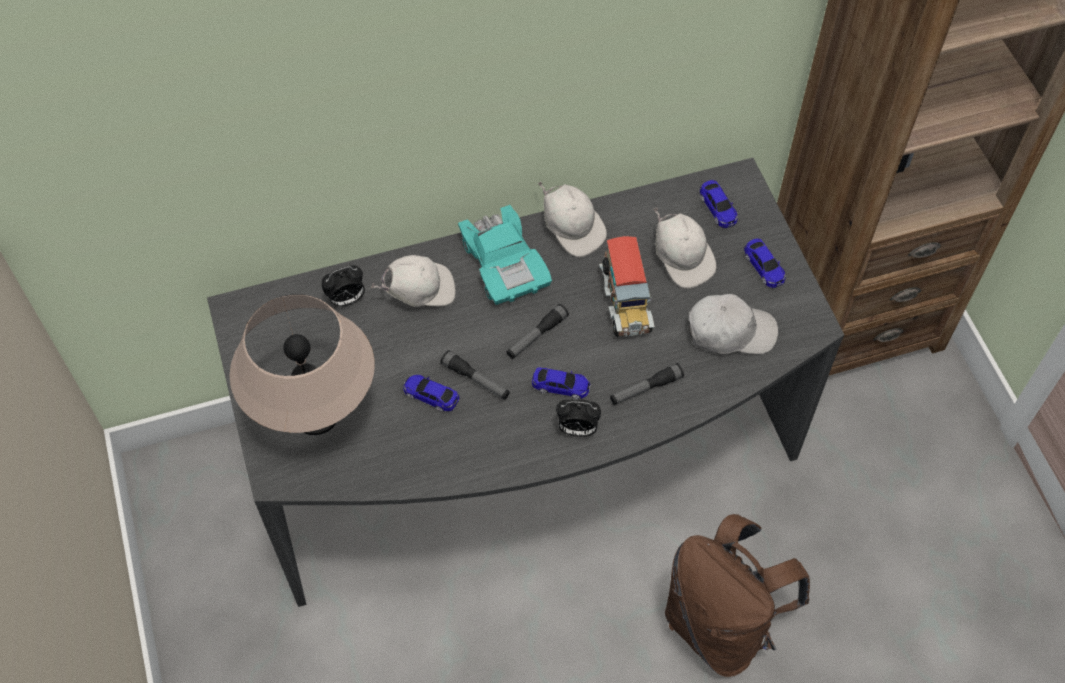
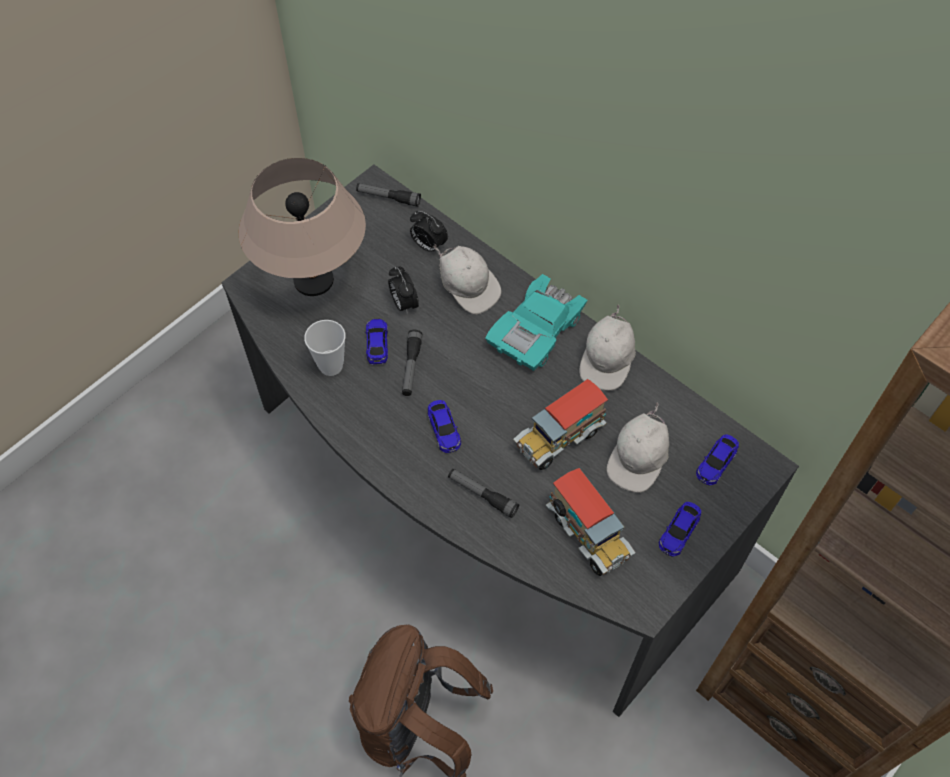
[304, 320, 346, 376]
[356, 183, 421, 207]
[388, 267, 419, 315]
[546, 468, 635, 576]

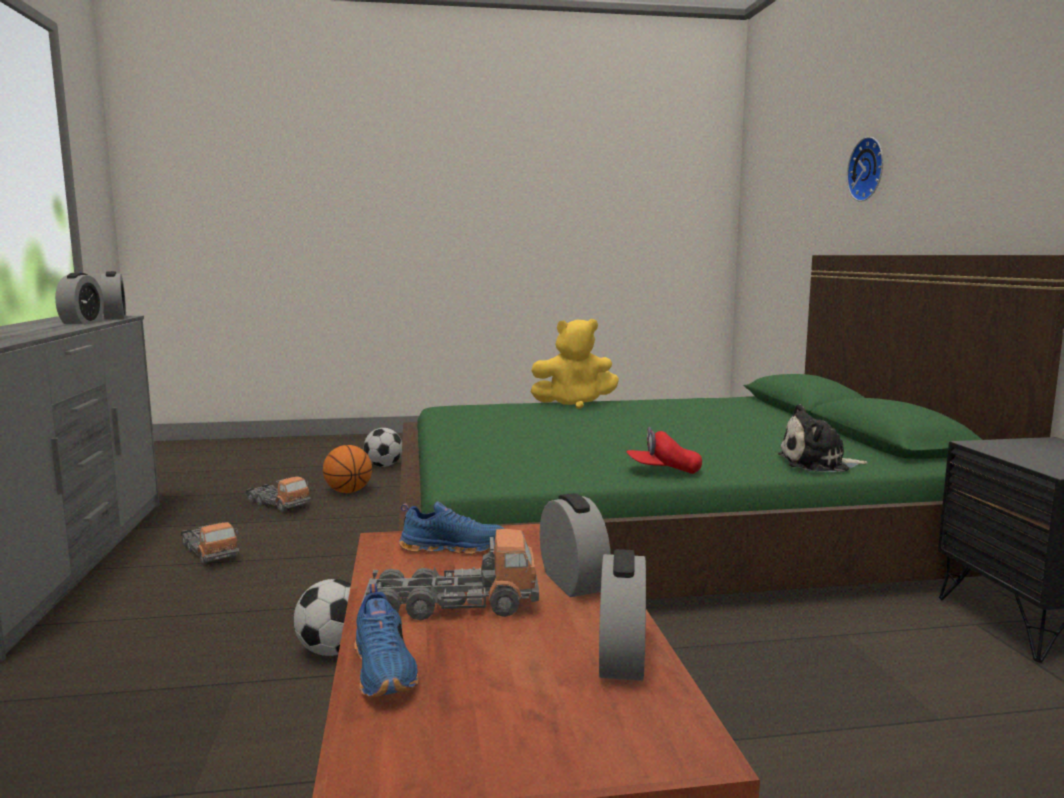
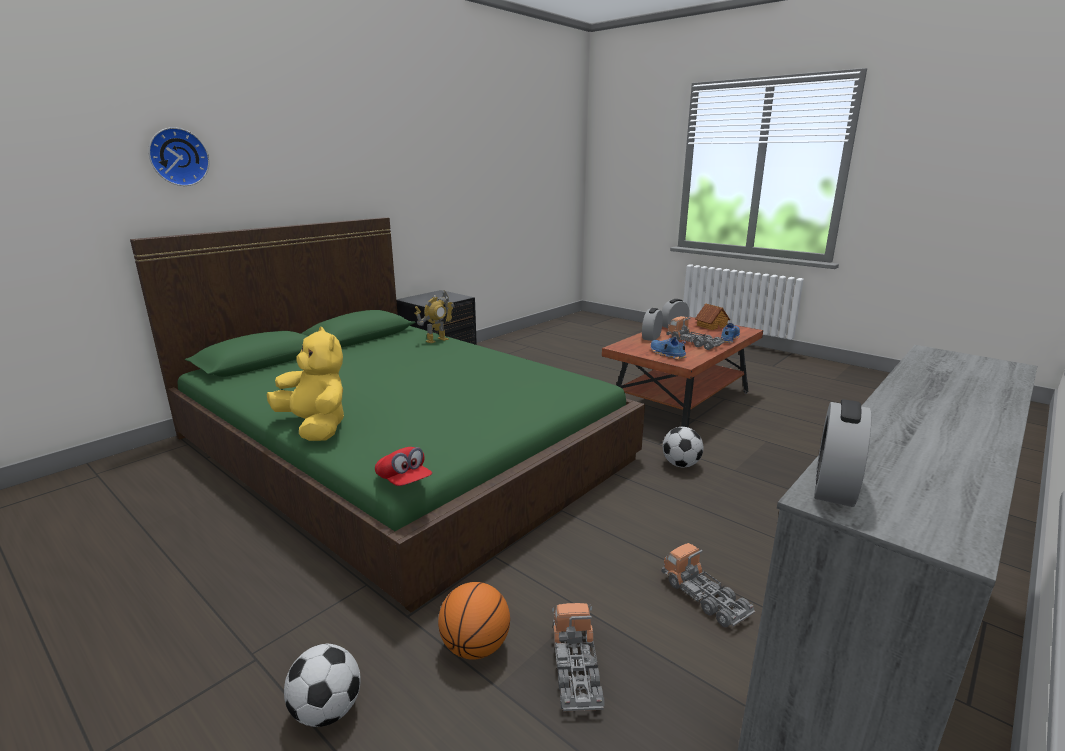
[55, 273, 104, 324] (first image)
[695, 303, 730, 330]
[375, 447, 432, 486]
[415, 291, 454, 343]
[661, 543, 755, 627]

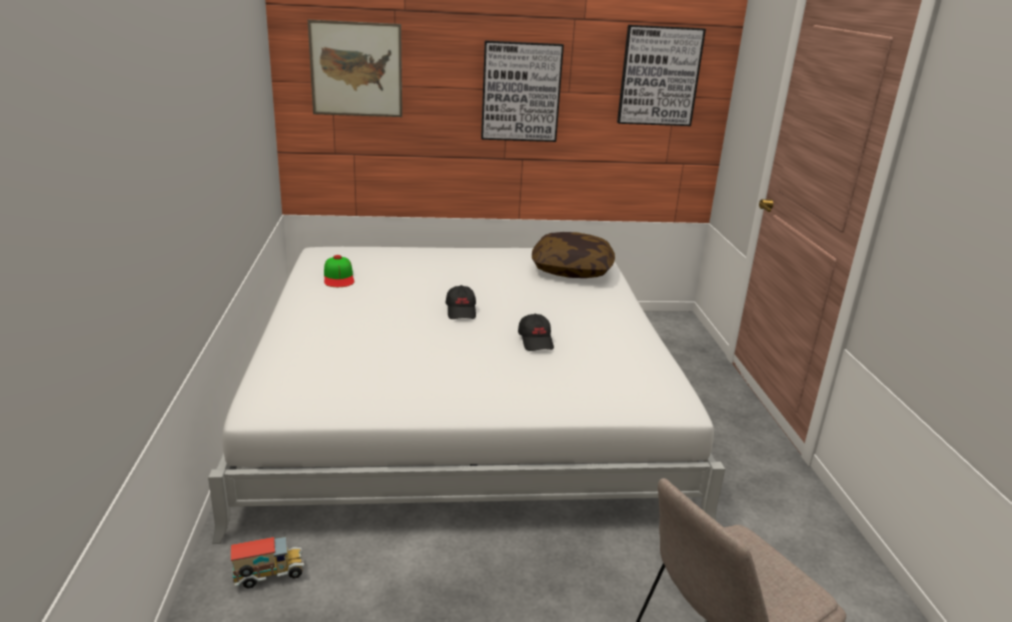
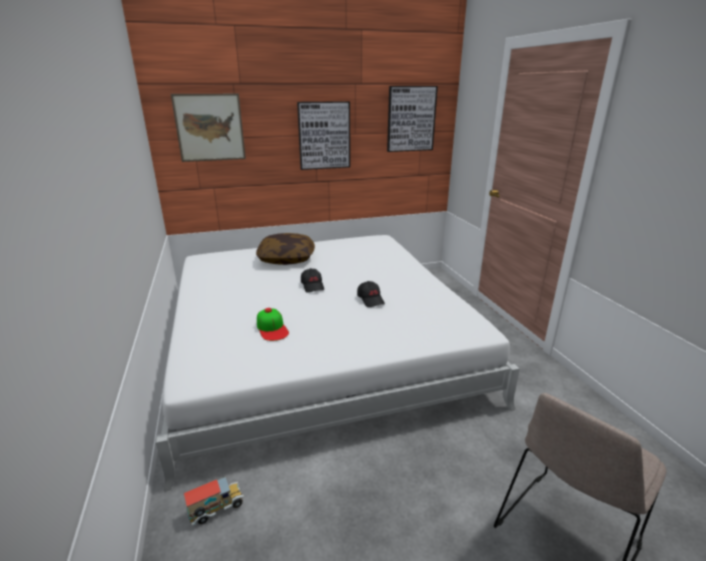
[257, 308, 289, 341]
[256, 233, 315, 265]

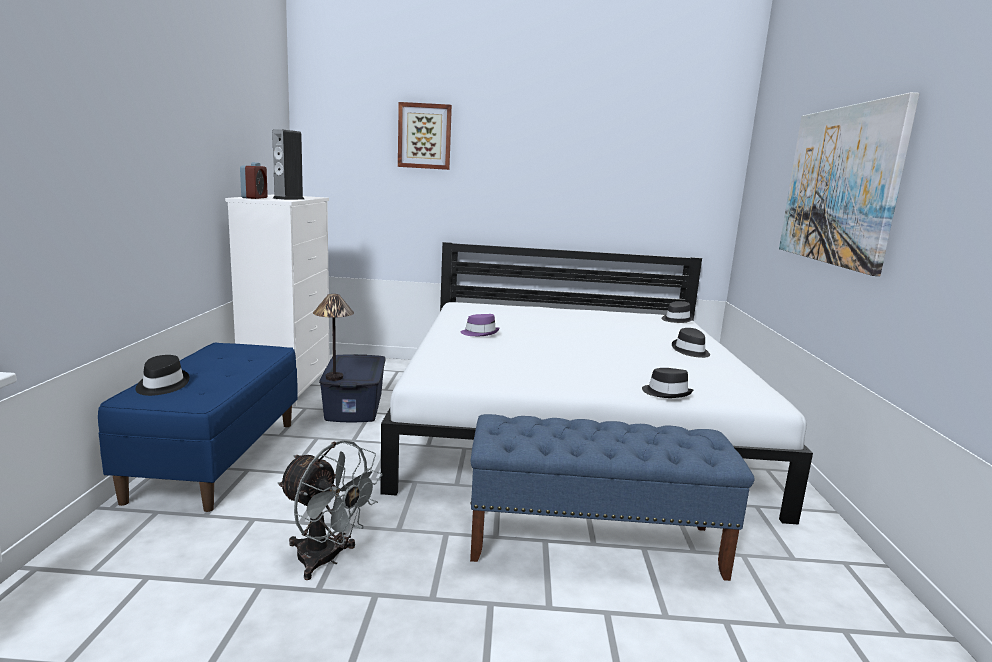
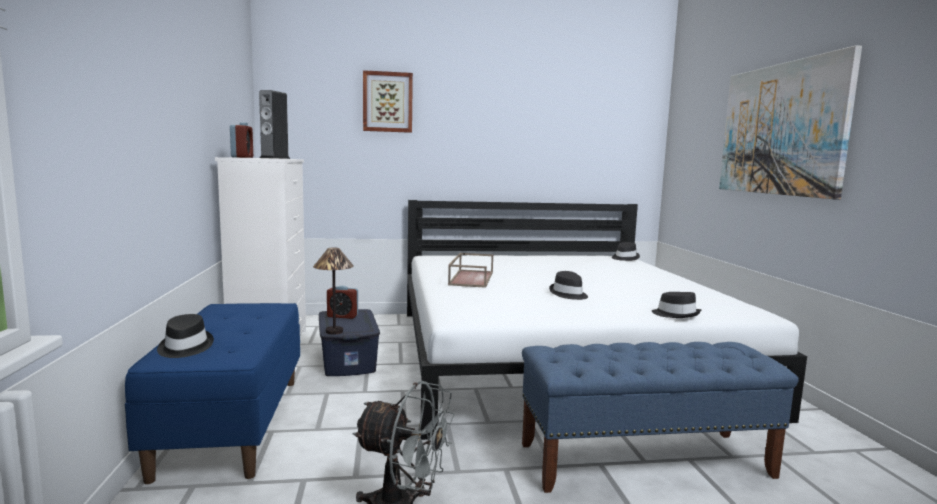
[327, 286, 358, 319]
[549, 271, 588, 300]
[448, 253, 493, 288]

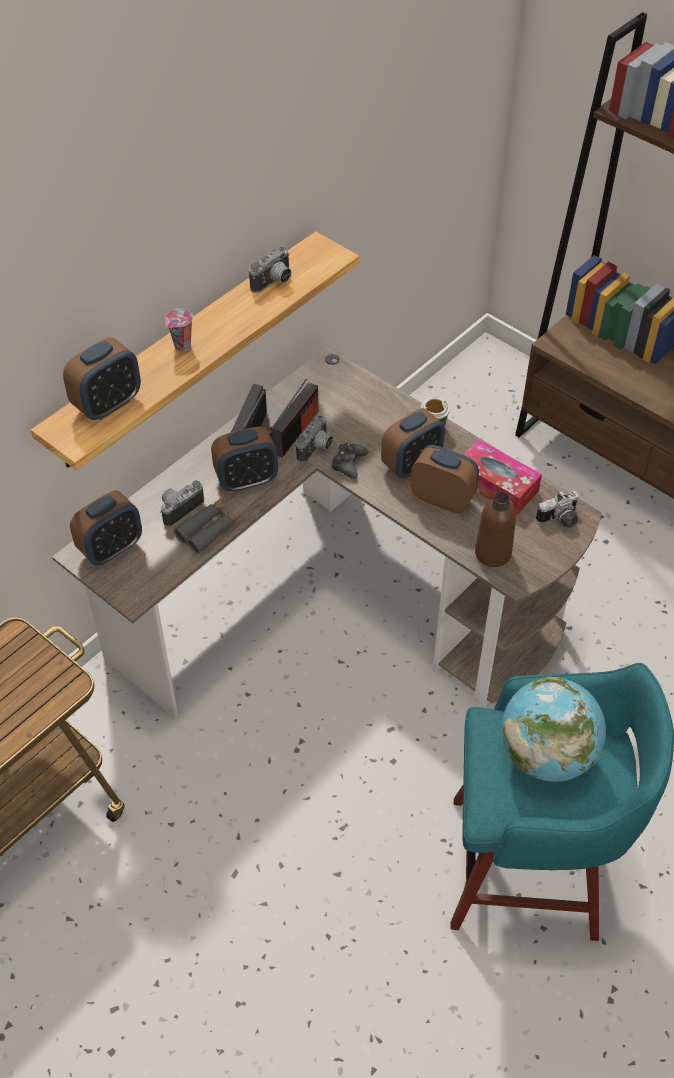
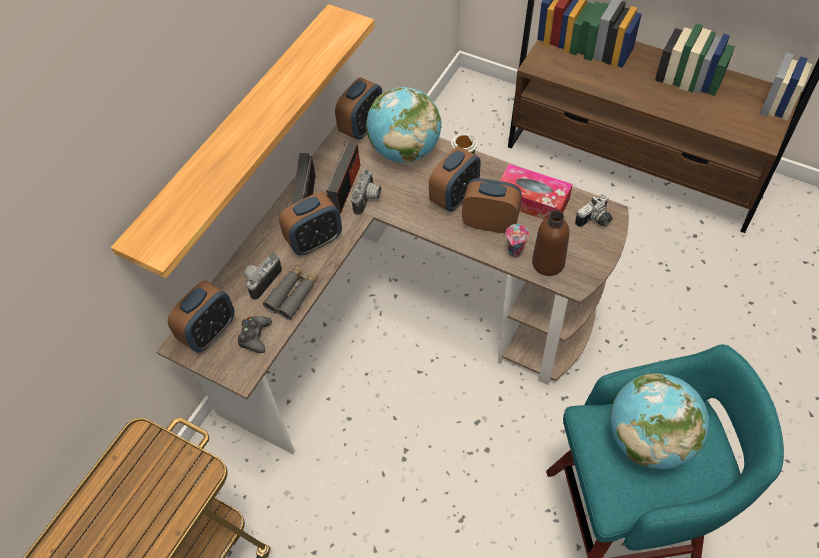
[249, 247, 291, 293] (first image)
[366, 87, 441, 163]
[335, 78, 382, 140]
[506, 224, 529, 258]
[238, 316, 272, 353]

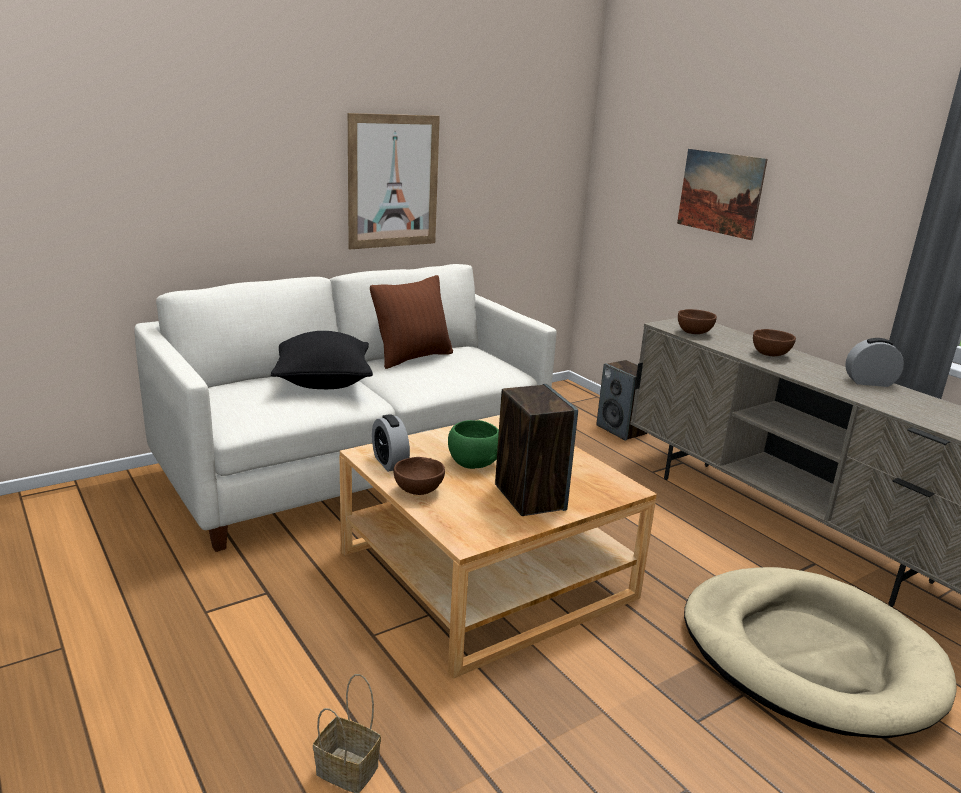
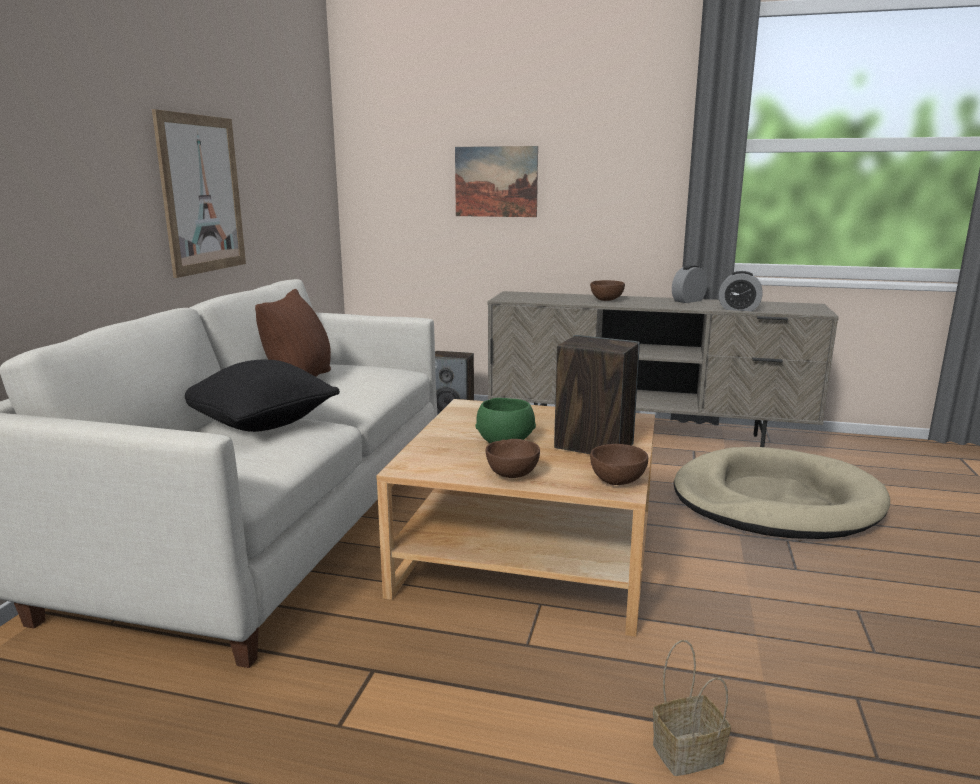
[719, 271, 762, 311]
[590, 444, 648, 485]

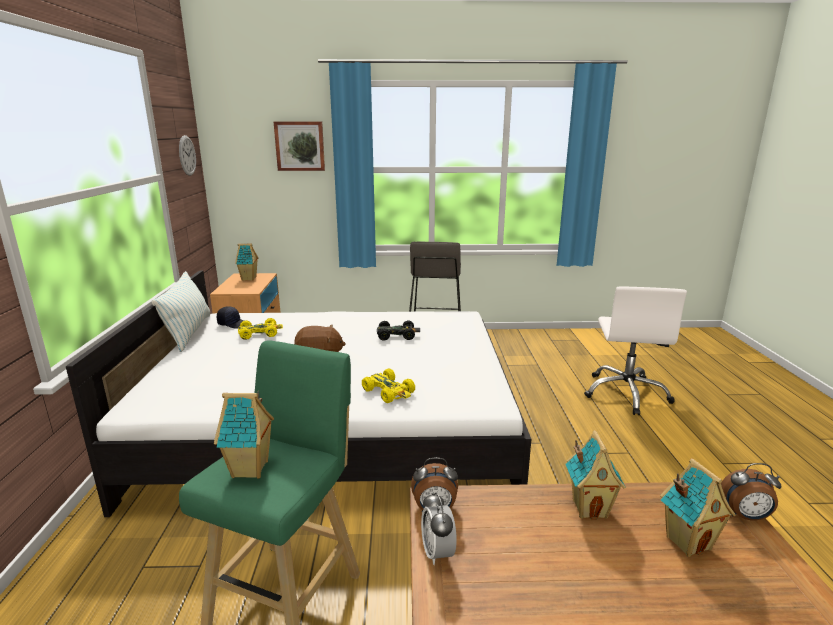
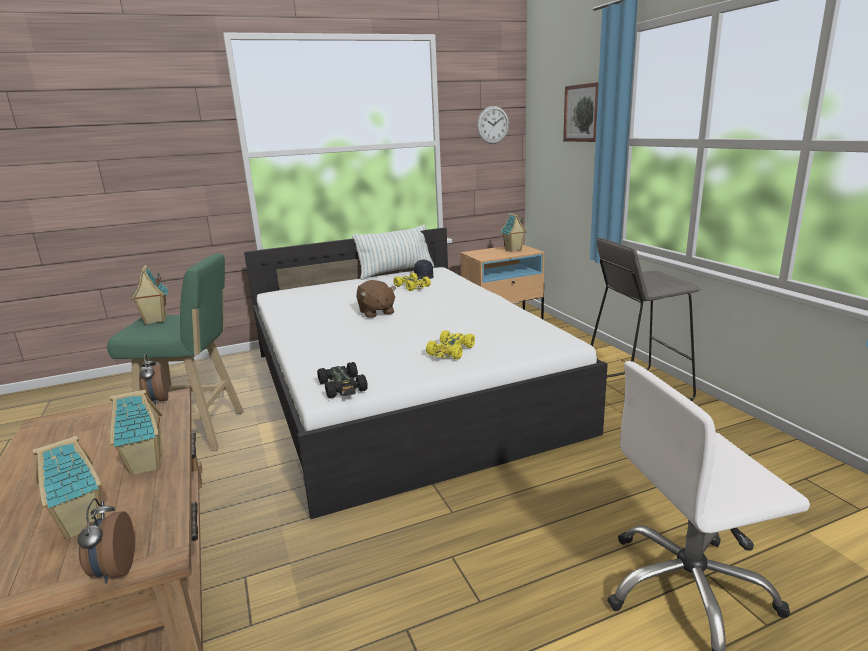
[421, 492, 457, 565] (first image)
[426, 330, 475, 360]
[317, 362, 368, 398]

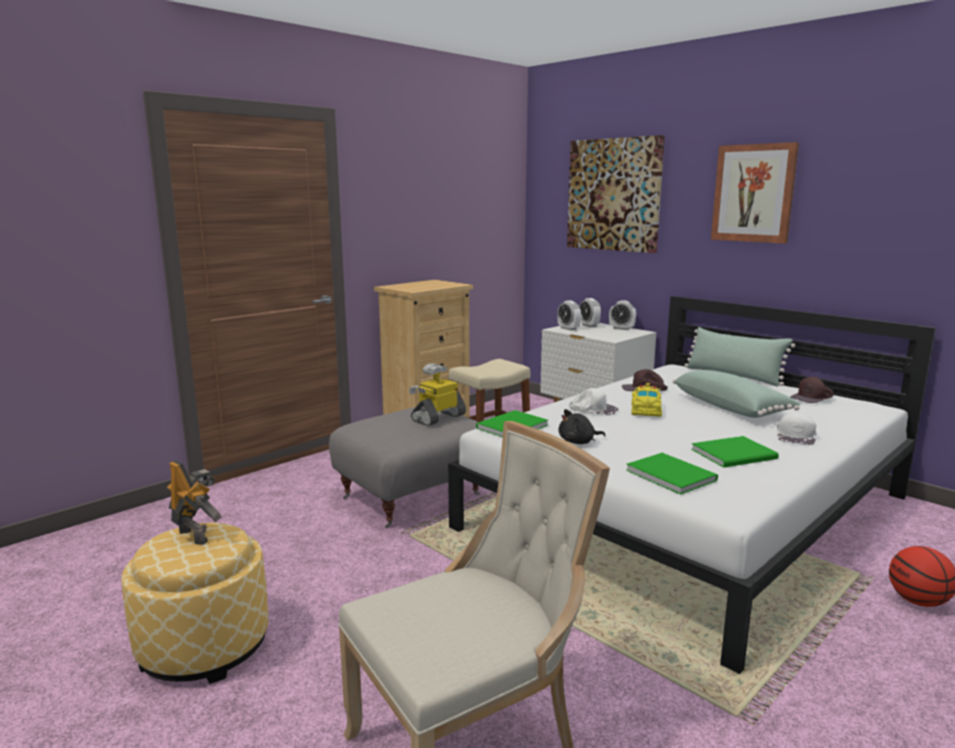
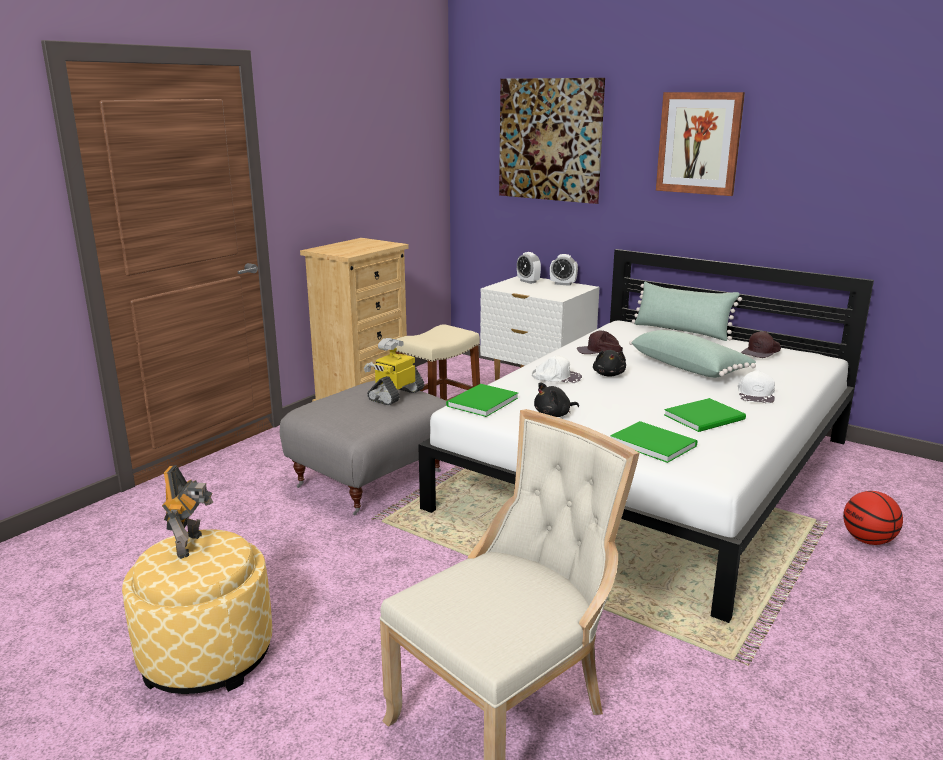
[557, 300, 581, 331] (first image)
[593, 350, 626, 377]
[162, 465, 213, 559]

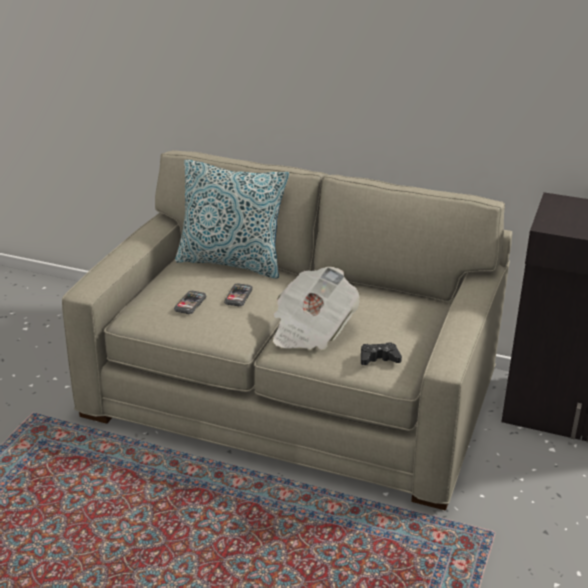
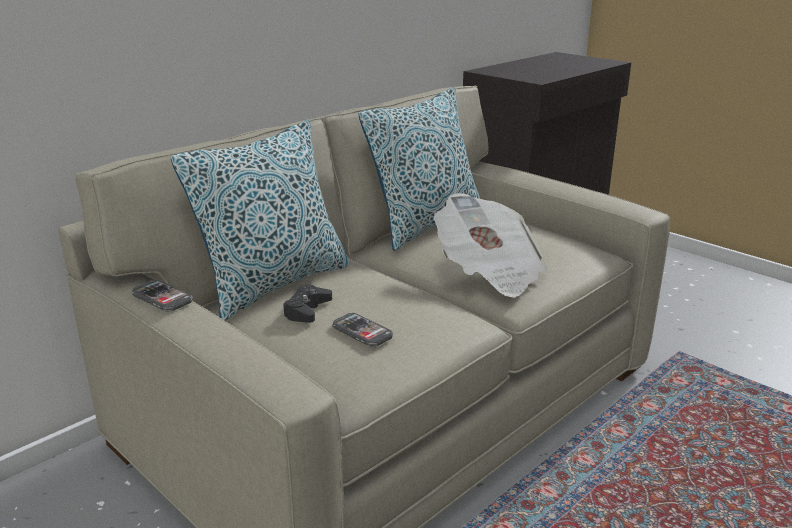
[359, 87, 480, 251]
[132, 280, 193, 311]
[283, 285, 332, 323]

